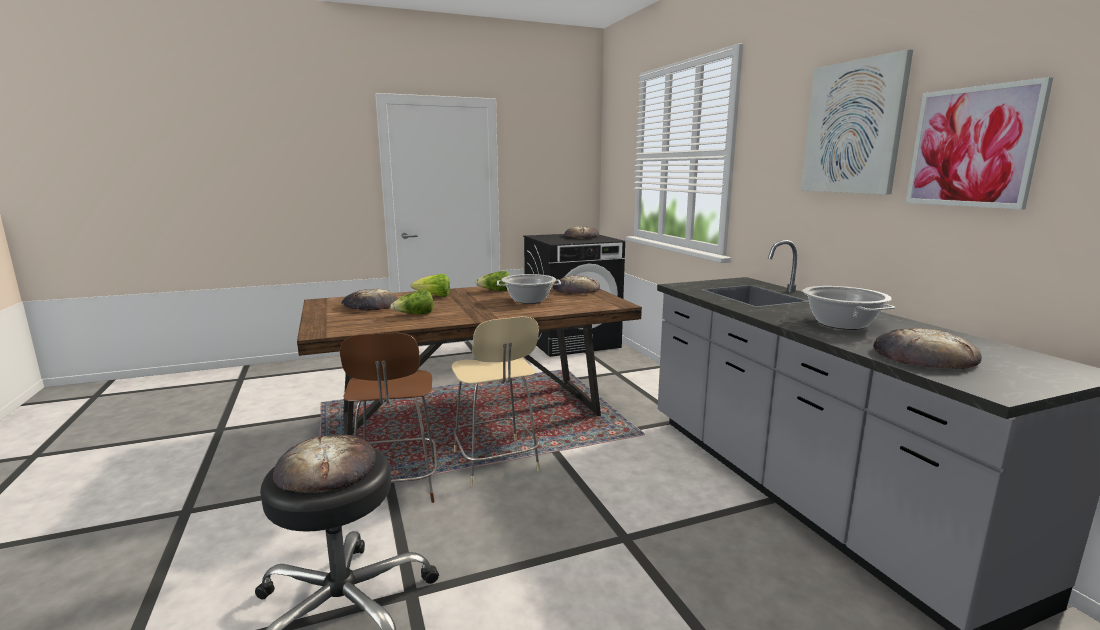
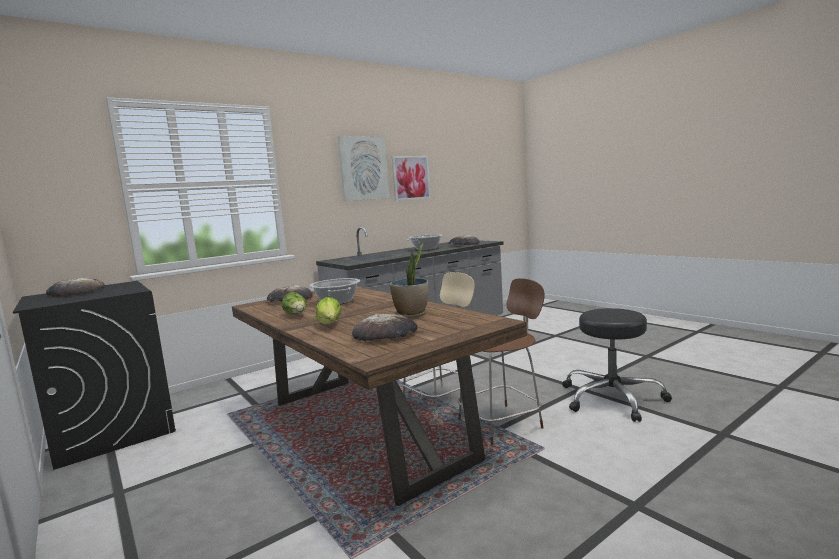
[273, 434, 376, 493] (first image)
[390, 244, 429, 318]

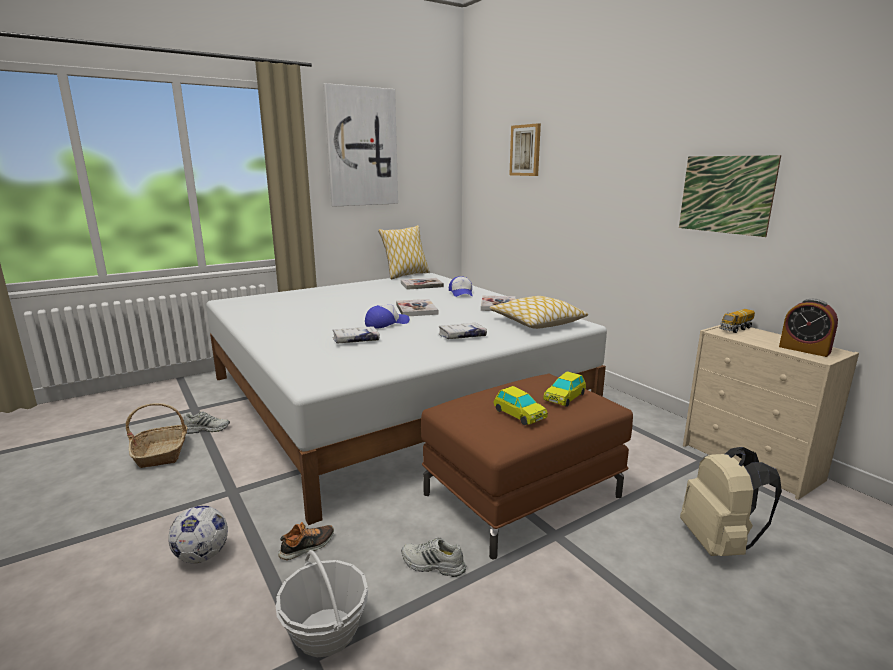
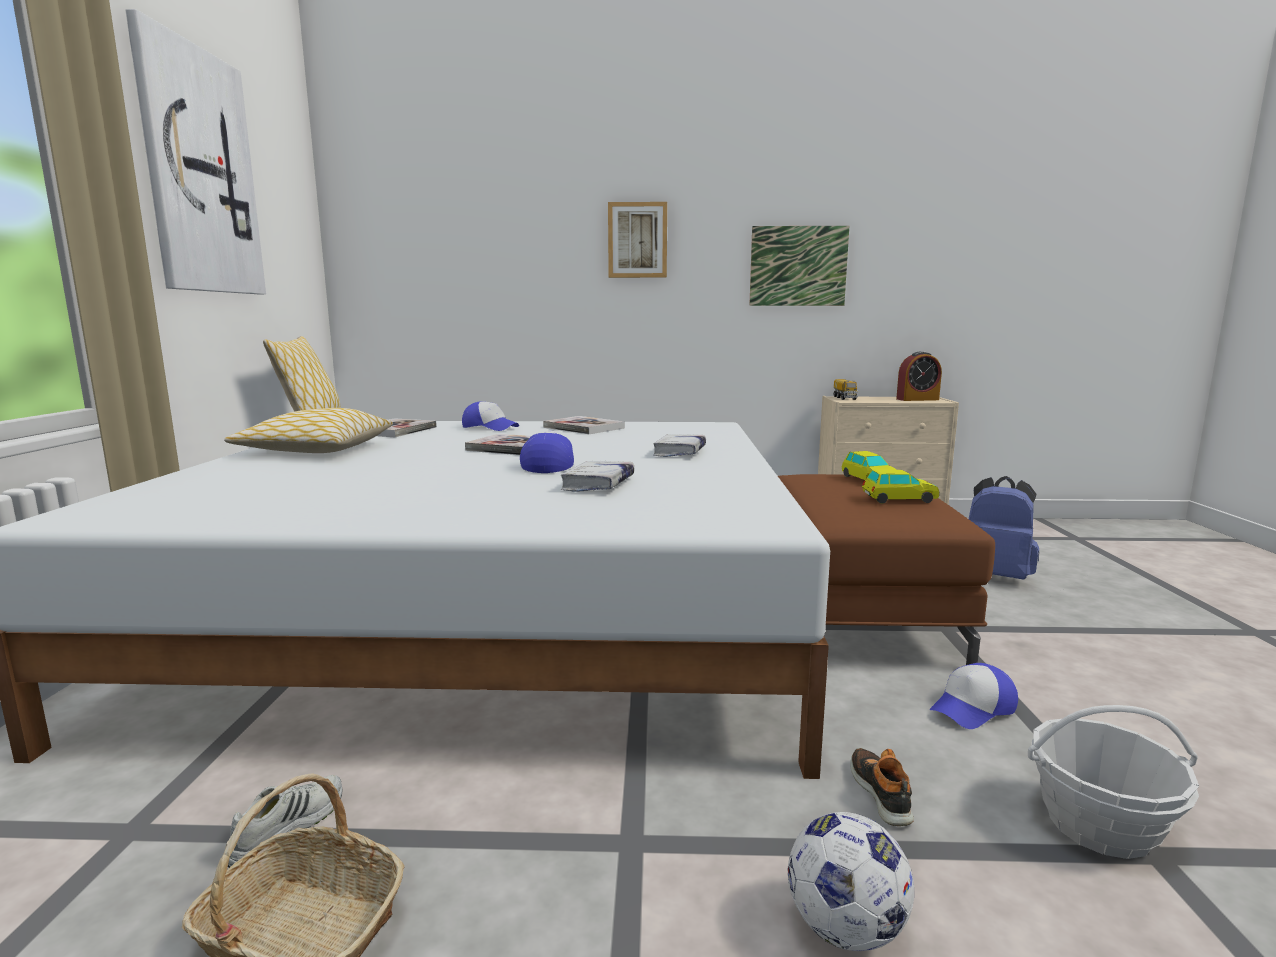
[224, 408, 393, 453]
[608, 202, 667, 278]
[930, 663, 1018, 729]
[969, 476, 1039, 579]

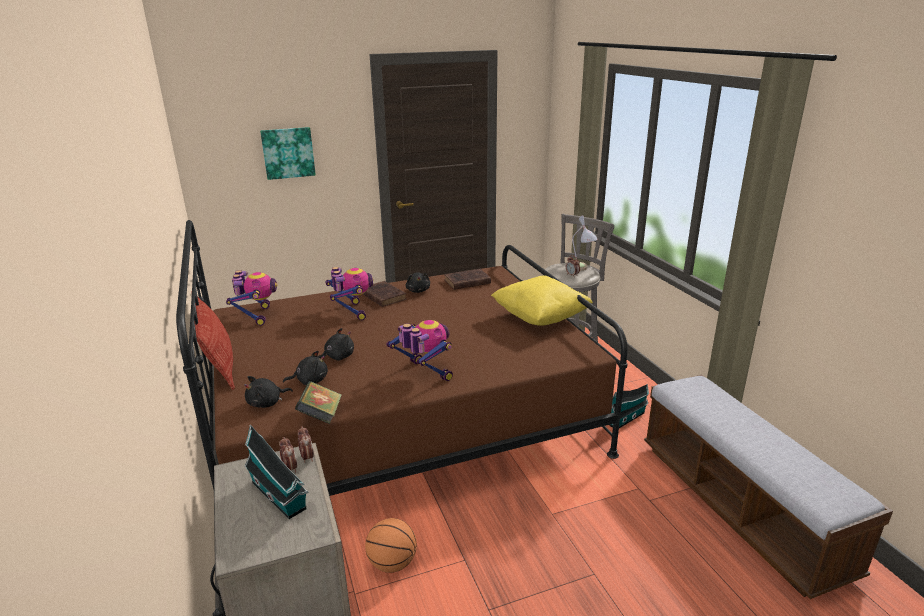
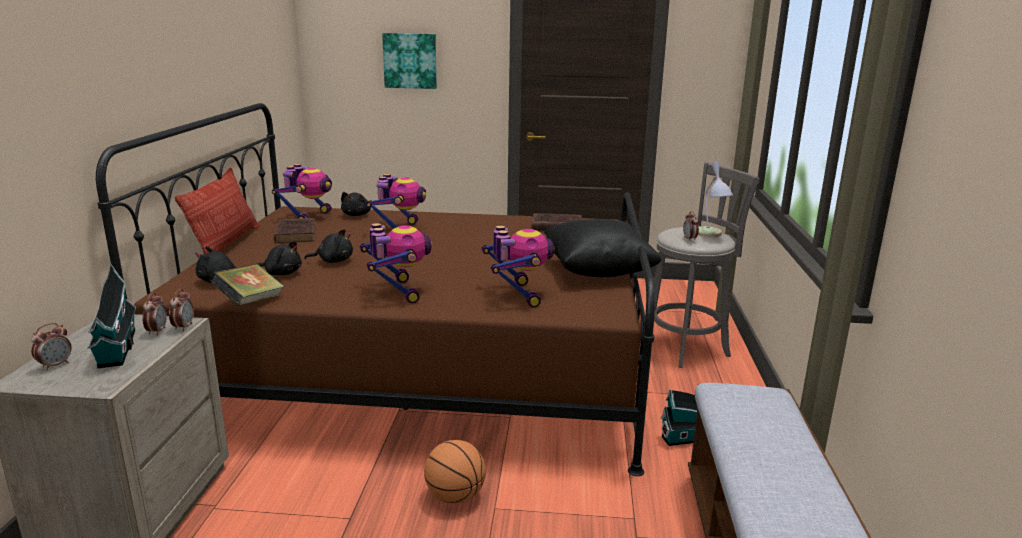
[31, 323, 72, 371]
[482, 225, 555, 308]
[274, 218, 316, 243]
[424, 440, 486, 503]
[341, 192, 371, 216]
[544, 219, 662, 277]

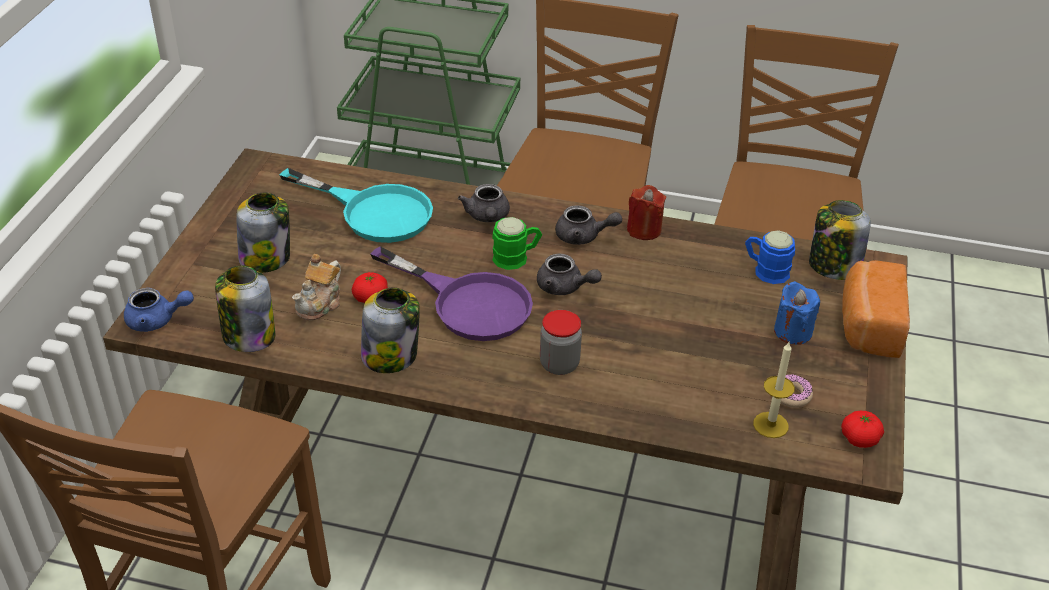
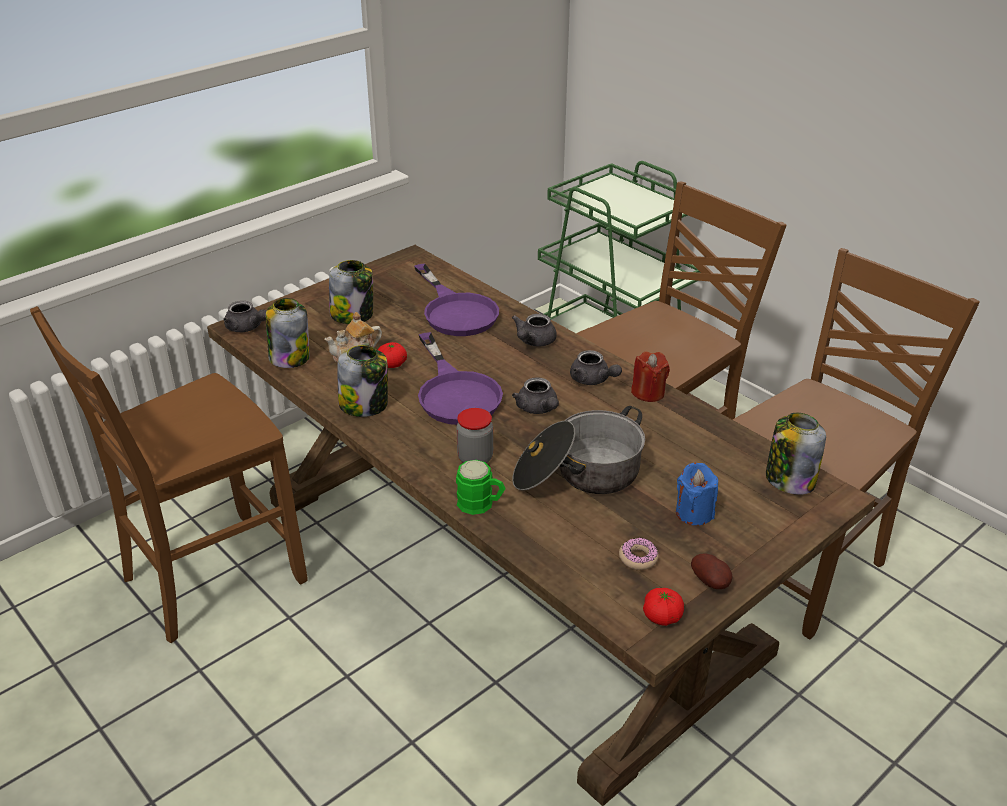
[745, 230, 795, 284] (first image)
[753, 342, 795, 438] (first image)
[842, 260, 910, 358] (first image)
[512, 406, 645, 494]
[691, 553, 732, 589]
[456, 460, 506, 515]
[223, 301, 267, 332]
[414, 263, 499, 336]

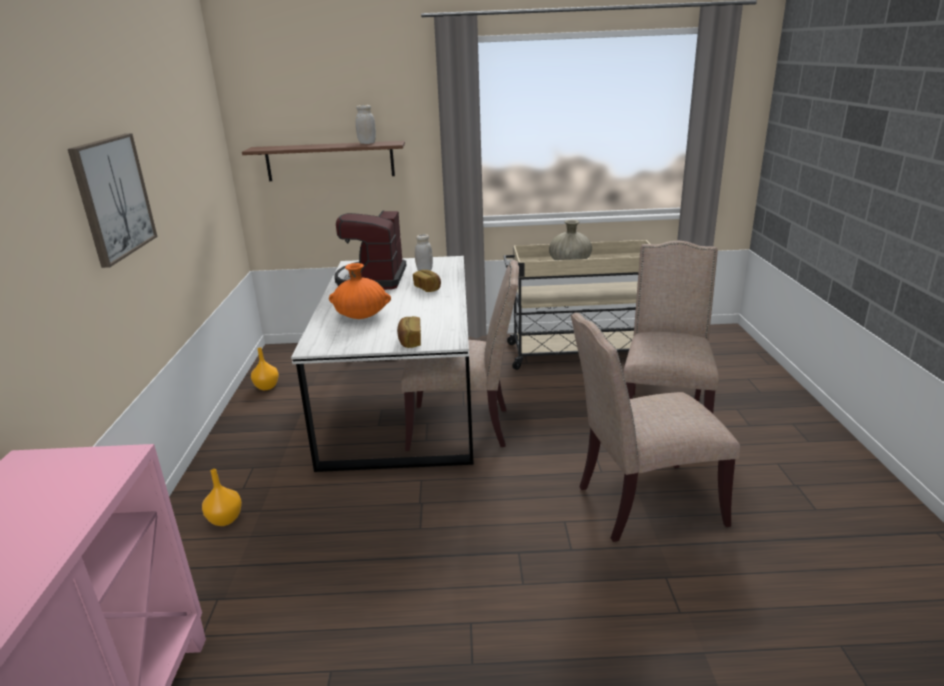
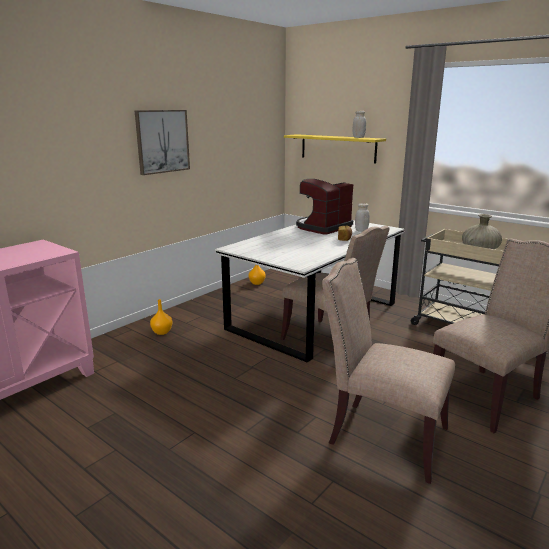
[329, 263, 391, 319] (first image)
[397, 316, 421, 348] (first image)
[284, 134, 386, 164]

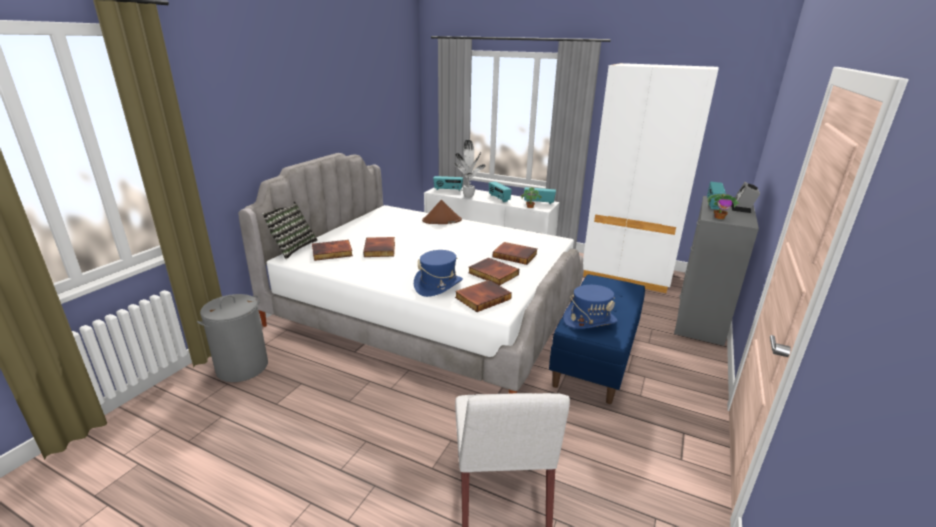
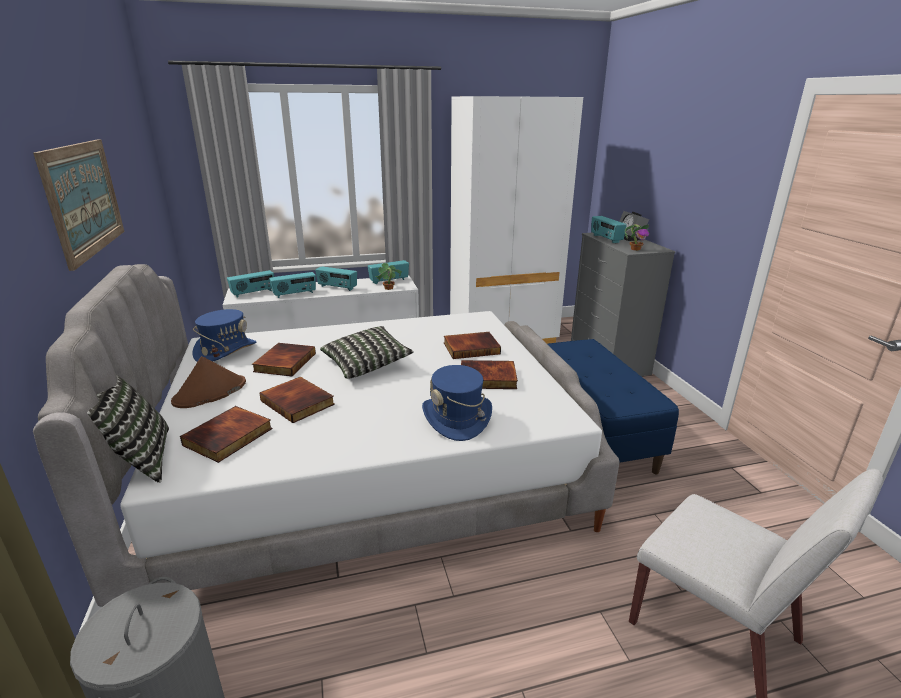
[33, 140, 124, 271]
[320, 326, 414, 379]
[171, 356, 246, 408]
[252, 343, 316, 376]
[192, 309, 257, 362]
[269, 272, 316, 298]

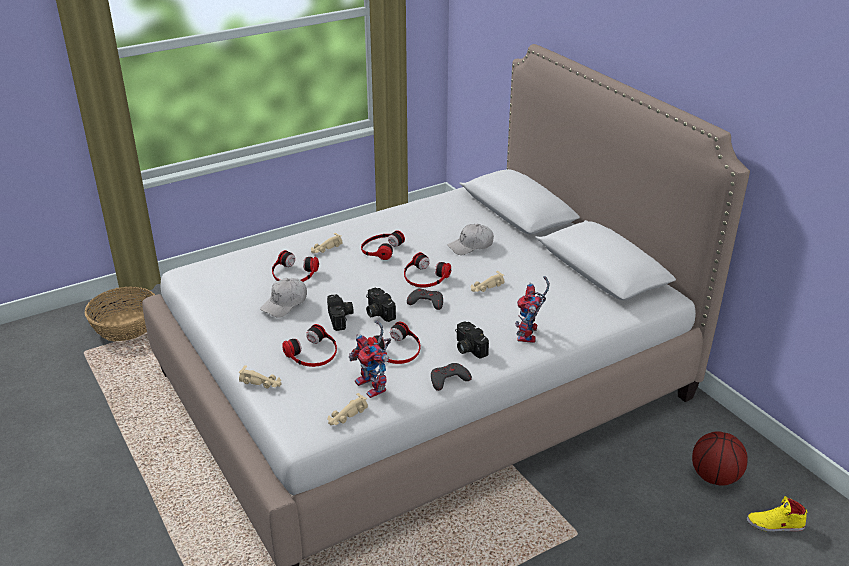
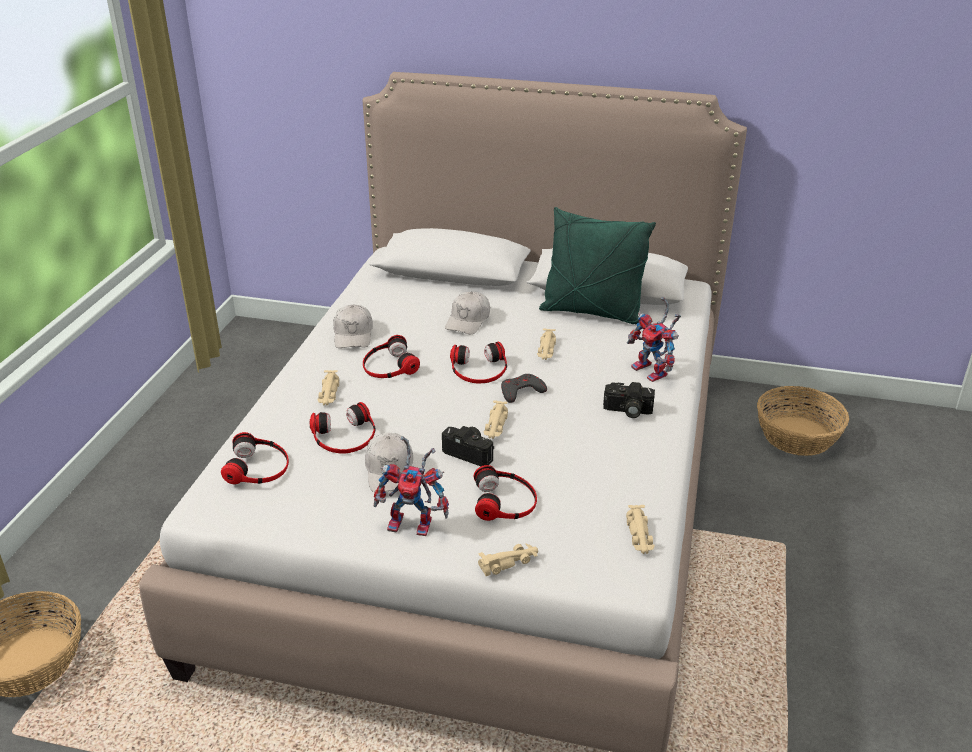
[431, 363, 472, 391] (first image)
[747, 496, 808, 532] (first image)
[333, 304, 373, 348]
[539, 207, 656, 325]
[374, 436, 449, 536]
[221, 432, 289, 485]
[483, 400, 508, 439]
[757, 386, 849, 456]

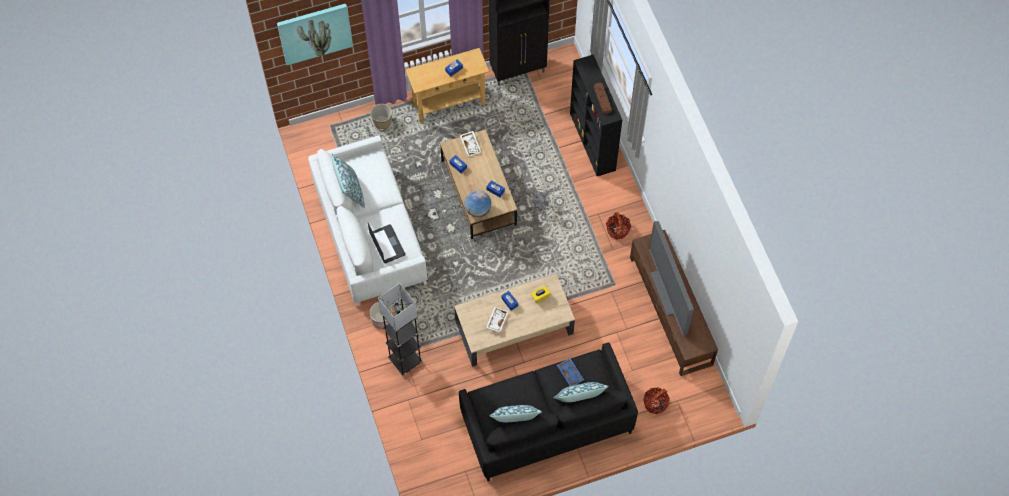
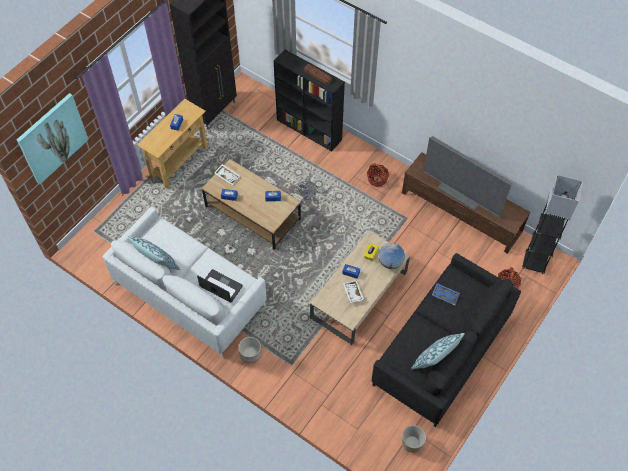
[553, 382, 609, 402] (first image)
[402, 425, 426, 452]
[522, 175, 583, 274]
[379, 243, 405, 269]

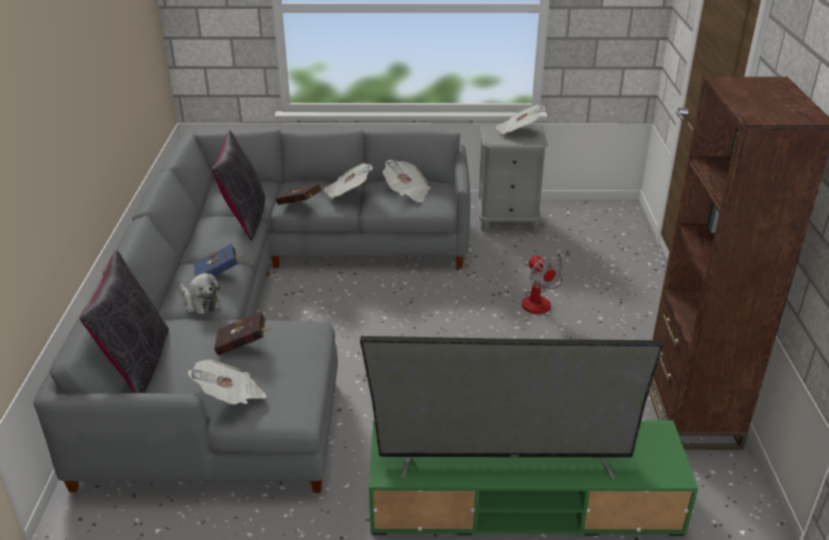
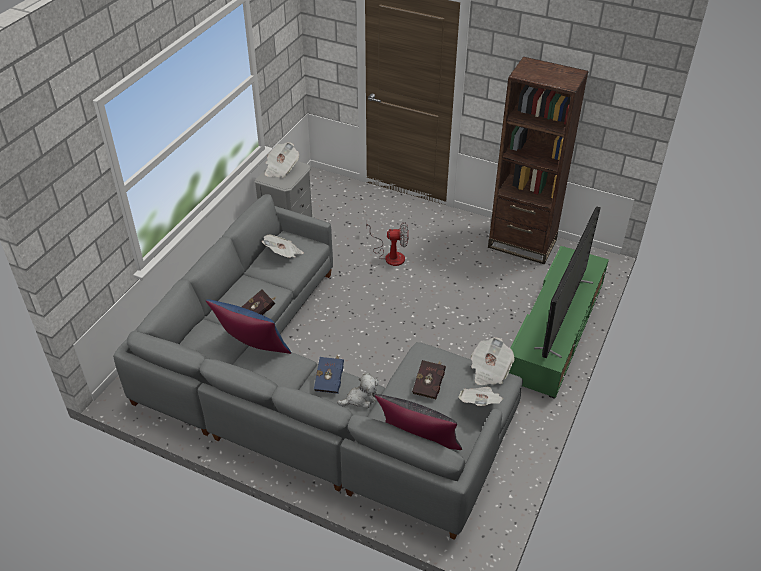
[471, 337, 514, 385]
[206, 299, 291, 354]

